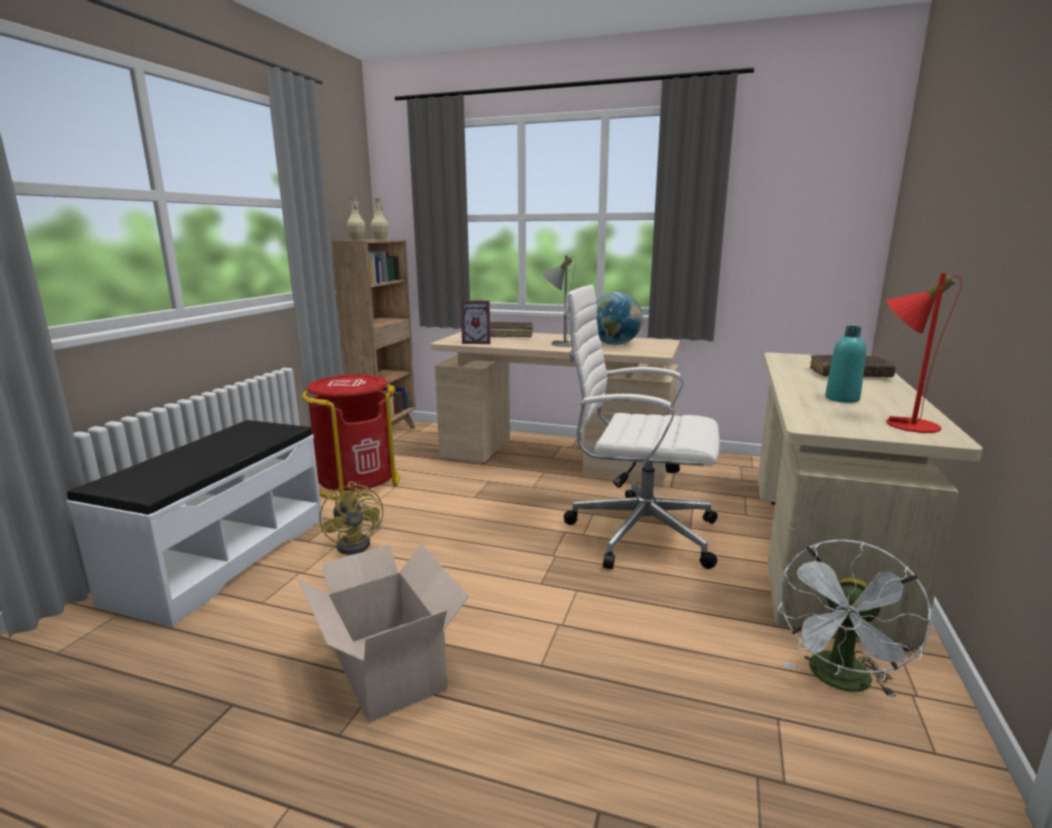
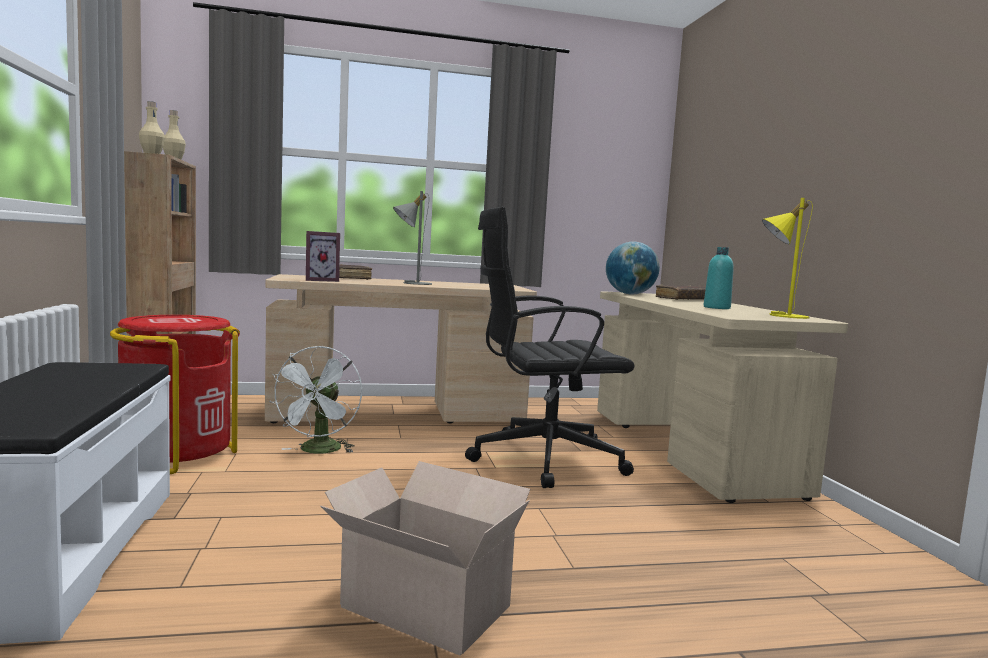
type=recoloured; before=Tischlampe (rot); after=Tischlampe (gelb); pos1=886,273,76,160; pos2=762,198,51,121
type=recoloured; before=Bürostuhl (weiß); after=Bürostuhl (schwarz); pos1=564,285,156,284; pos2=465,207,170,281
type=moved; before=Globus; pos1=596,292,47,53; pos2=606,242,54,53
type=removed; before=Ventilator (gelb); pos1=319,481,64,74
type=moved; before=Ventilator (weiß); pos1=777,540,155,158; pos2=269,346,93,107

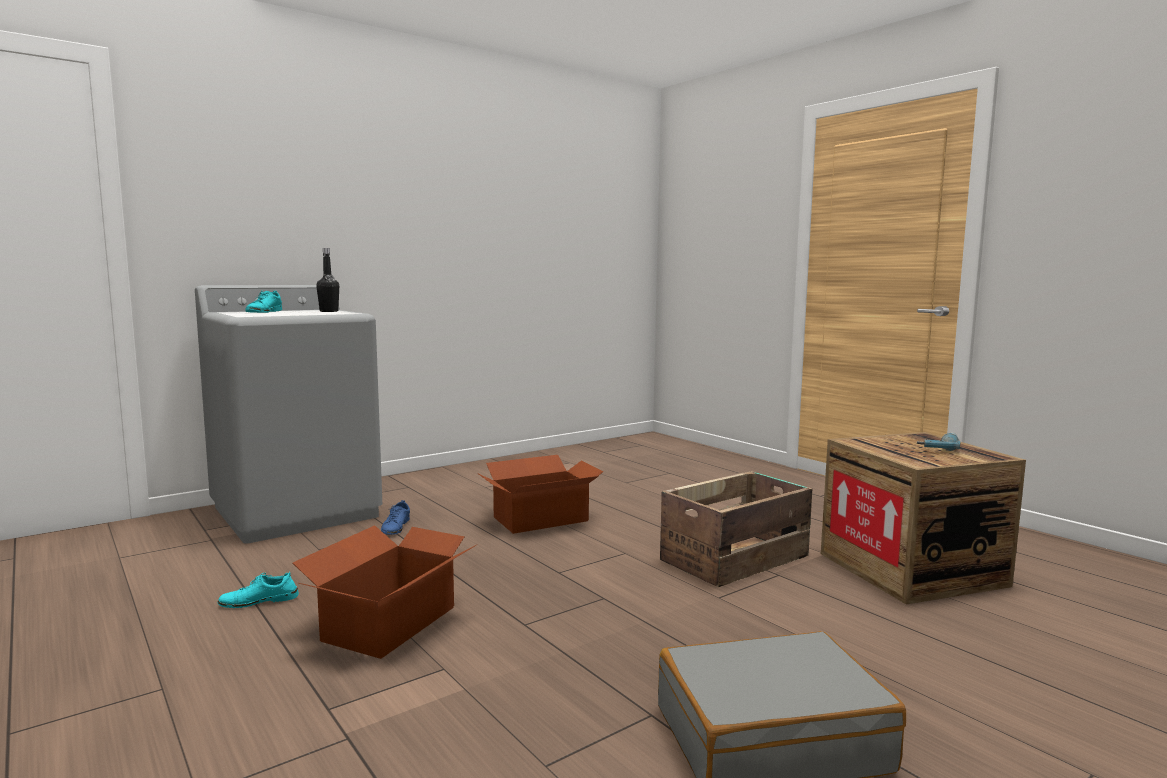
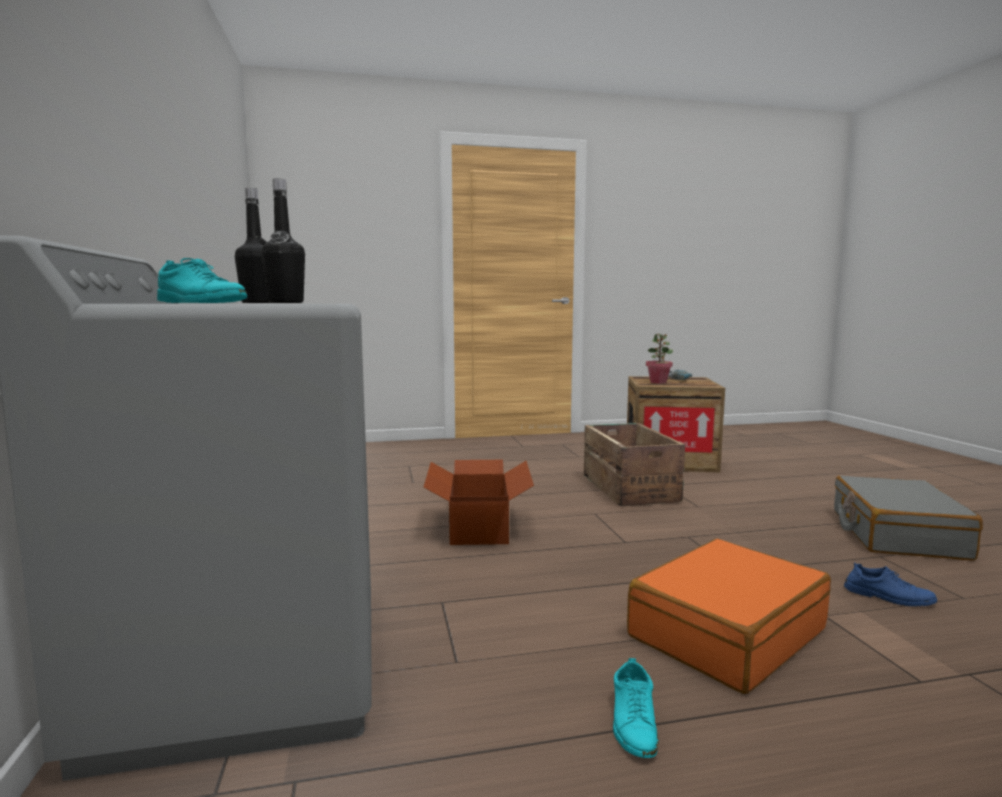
type=moved; before=Schuh (blau); pos1=381,500,29,35; pos2=844,562,93,44
type=replaced; before=Karton; after=Koffer (orange); pos1=293,525,183,134; pos2=627,539,204,155
type=added; after=Flasche (schwarz); pos2=261,179,44,124
type=added; after=Topfpflanze; pos2=646,333,27,51

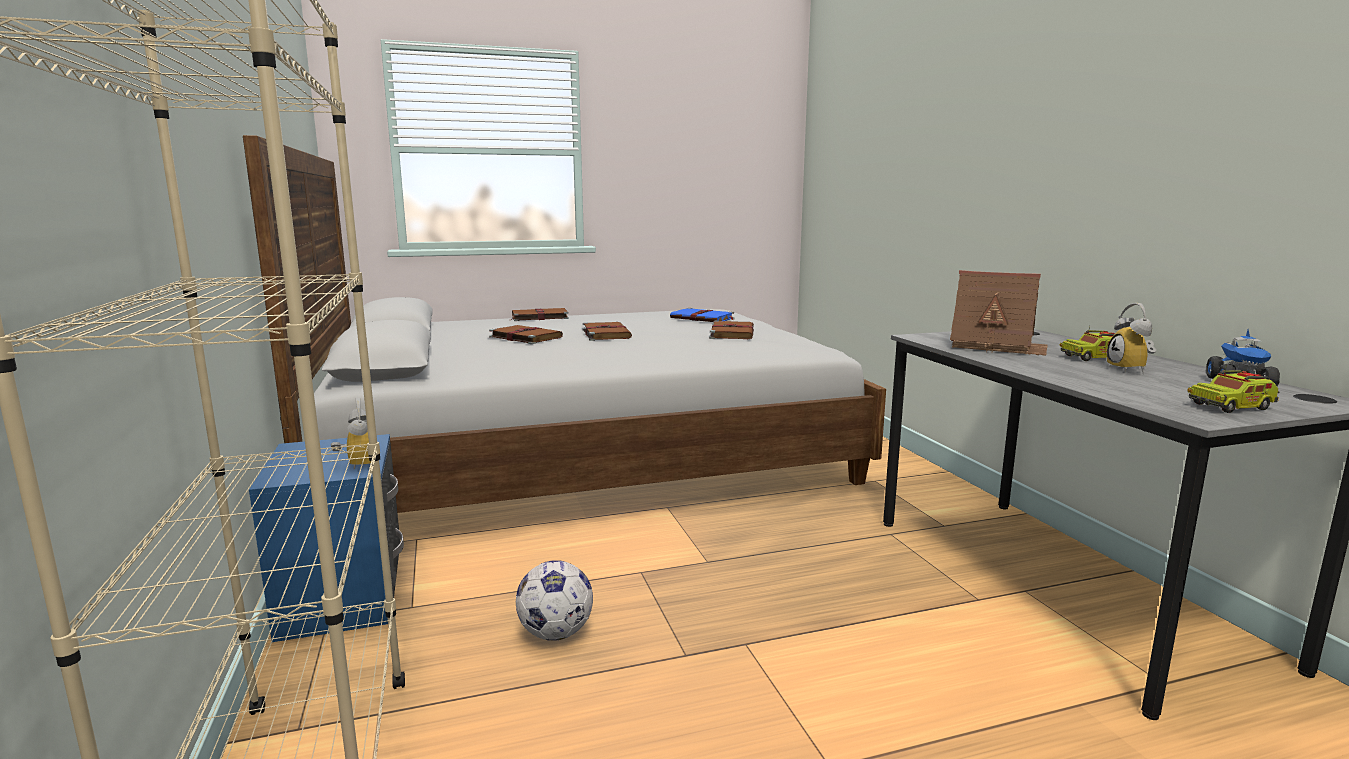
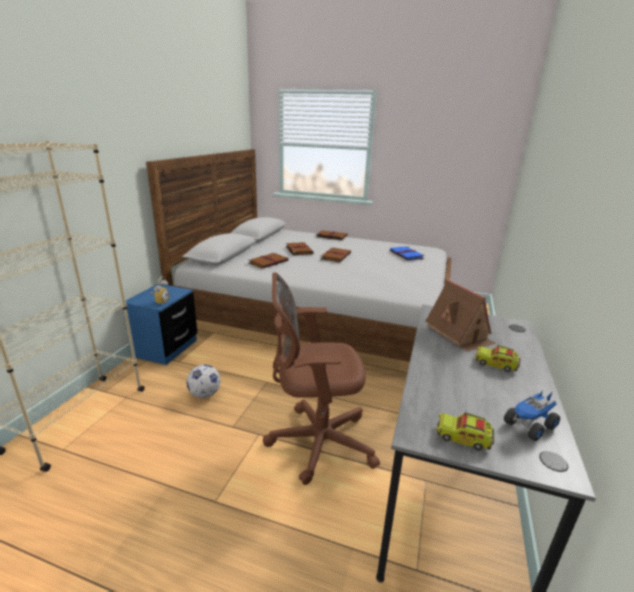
type=removed; before=Wecker; pos1=1107,303,49,71
type=moved; before=Buch (braun); pos1=709,321,45,18; pos2=248,253,41,16
type=added; after=Bürostuhl (braun); pos2=263,272,117,213

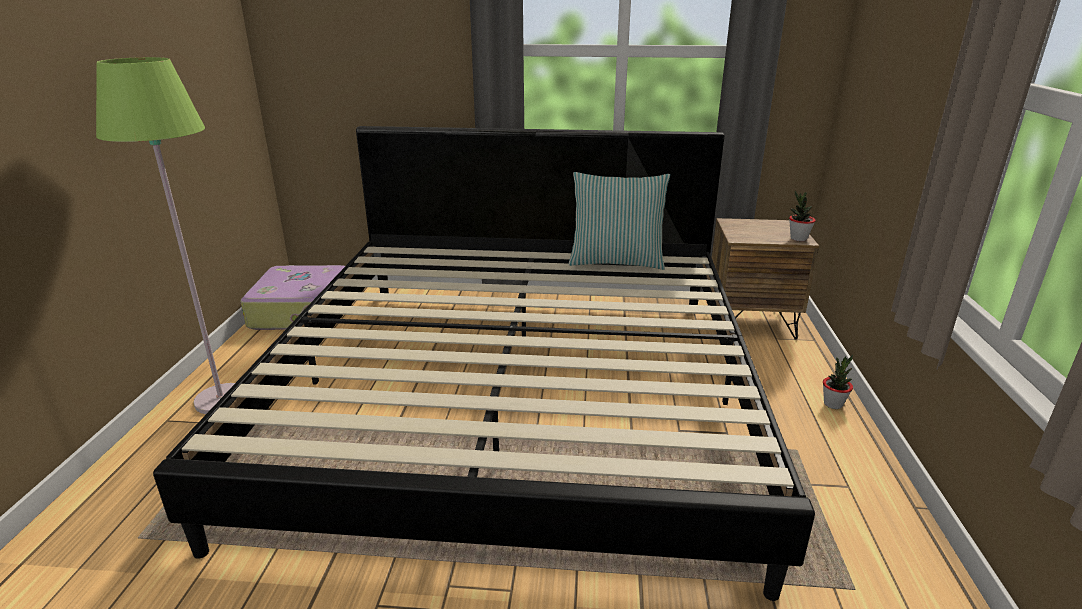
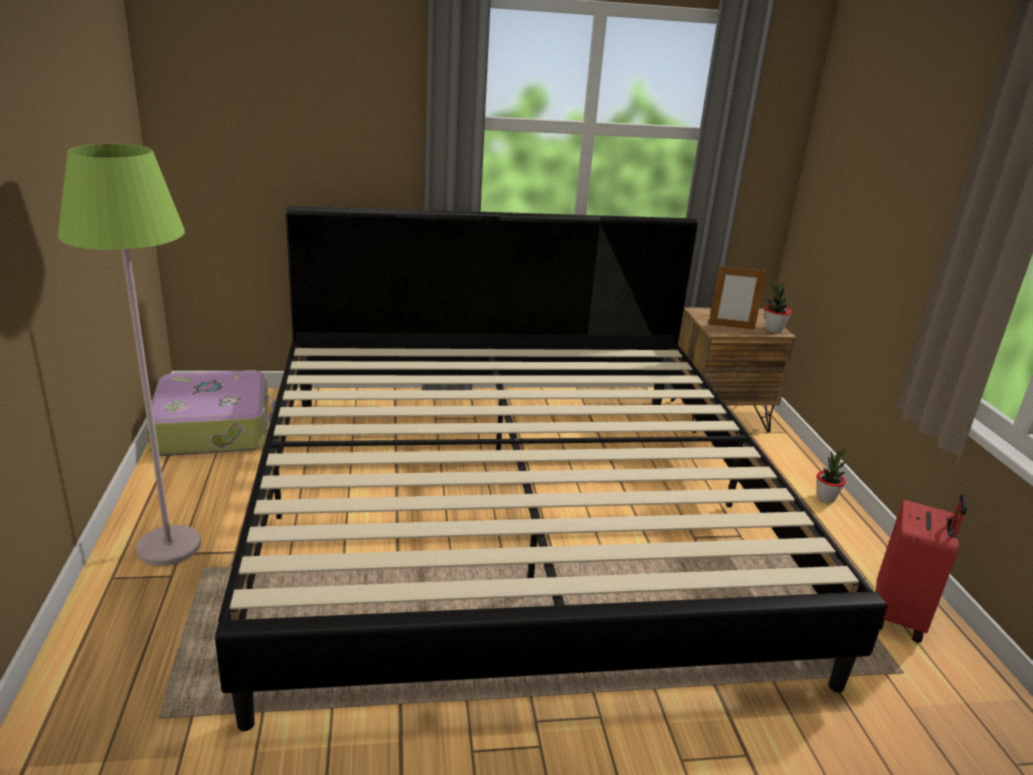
type=removed; before=Kissen; pos1=569,172,101,98
type=added; after=Bilderrahmen; pos2=709,265,58,65
type=added; after=Koffer (rot); pos2=876,494,91,149

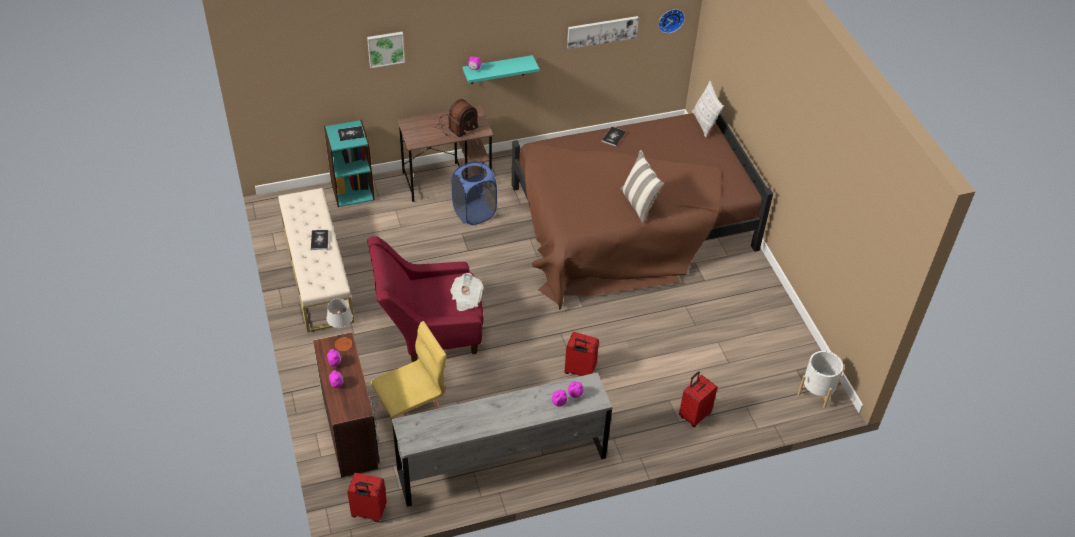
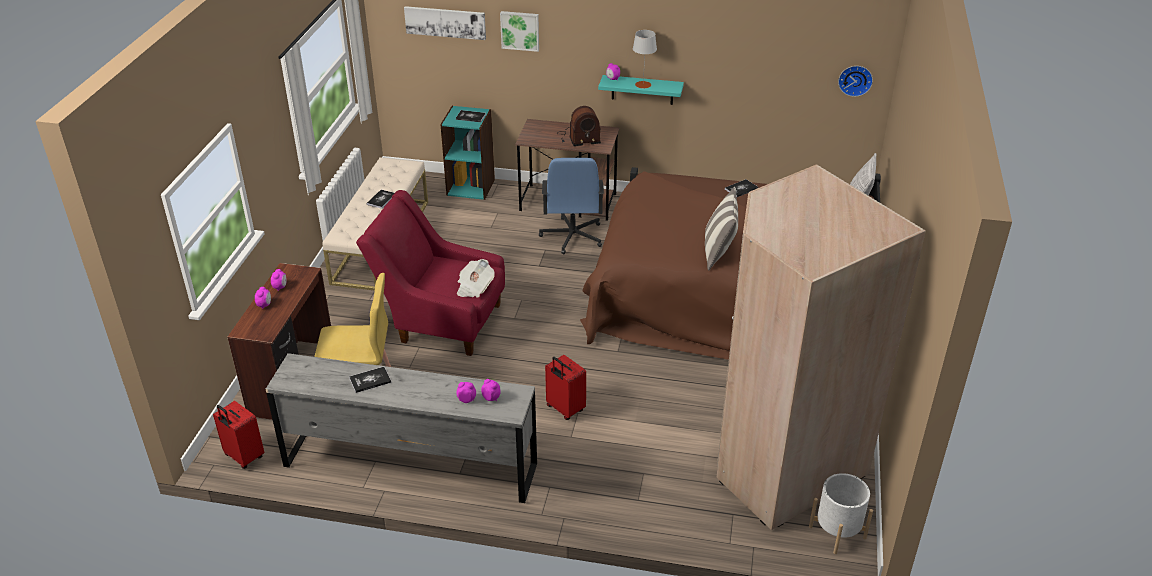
type=moved; before=Bild; pos1=567,16,72,33; pos2=404,6,82,34
type=replaced; before=Wäschekorb (blau); after=Bürostuhl (blau); pos1=452,161,45,64; pos2=539,158,65,96
type=moved; before=Tischlampe (grau); pos1=327,299,26,52; pos2=633,30,24,58
type=removed; before=Koffer (rot); pos1=679,371,38,56
type=added; after=Kleiderschrank (beige); pos2=716,164,210,366
type=added; after=Buch; pos2=349,367,42,26

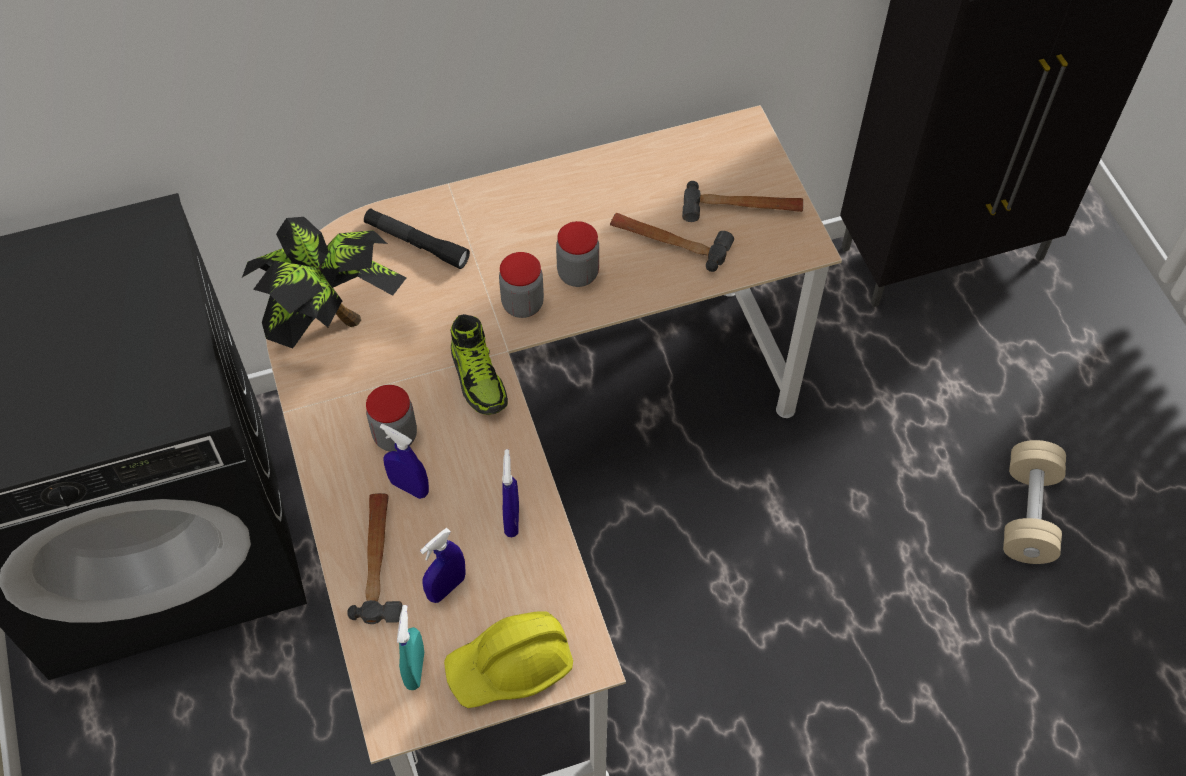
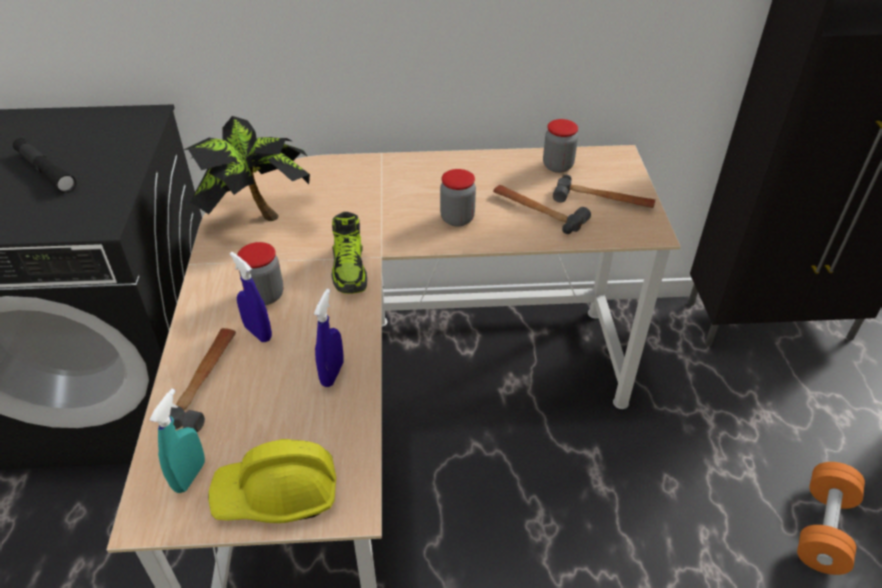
type=moved; before=Taschenlampe (schwarz); pos1=364,208,106,61; pos2=13,138,63,55
type=moved; before=Vorratsglas; pos1=499,252,45,66; pos2=543,119,35,54
type=recoloured; before=Hantel (beige); after=Hantel (orange); pos1=1003,440,63,124; pos2=797,462,68,113
type=removed; before=Sprühflasche (blau); pos1=420,528,46,75

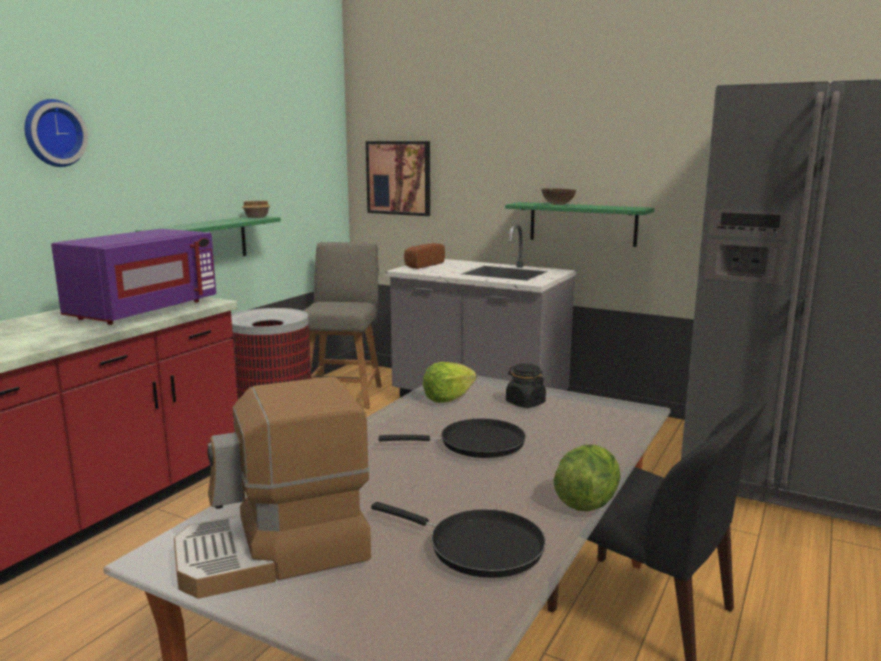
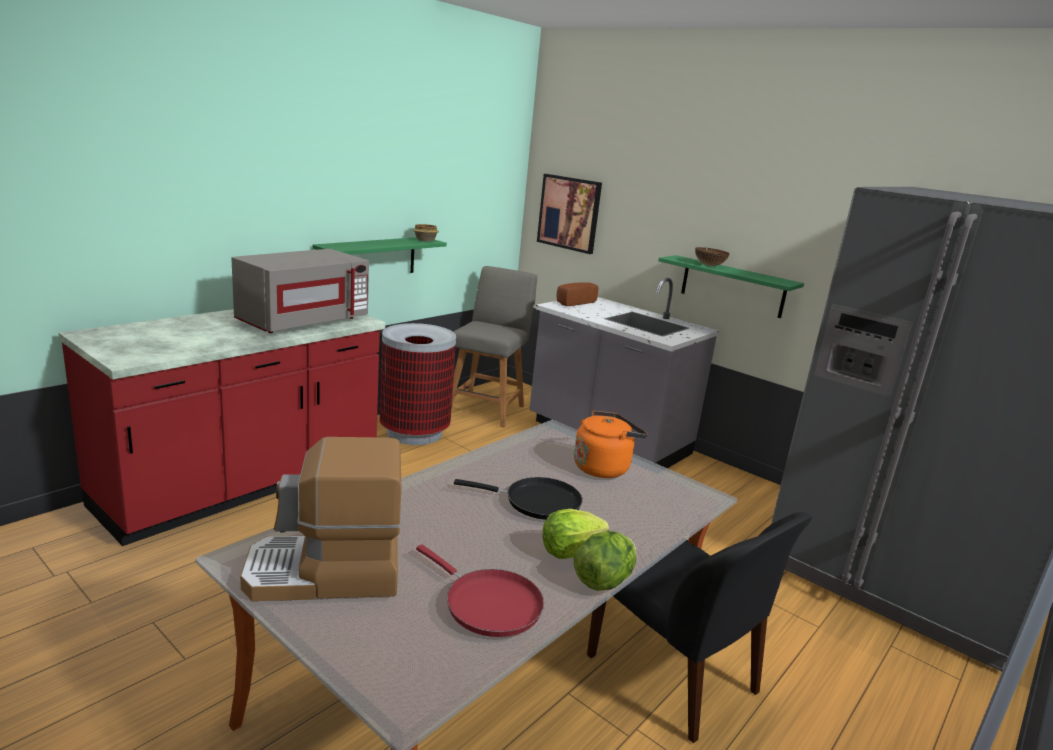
type=removed; before=Wanduhr; pos1=24,99,64,68
type=recoloured; before=Mikrowelle (lila); after=Mikrowelle (grau); pos1=51,229,165,96; pos2=231,249,138,84
type=moved; before=Salatkopf; pos1=423,362,54,41; pos2=542,509,67,50
type=replaced; before=Vorratsglas (schwarz); after=Wasserkessel (orange); pos1=506,363,40,45; pos2=574,411,74,67
type=recoloured; before=Pfanne (schwarz); after=Pfanne (rot); pos1=371,502,175,76; pos2=416,544,128,93

